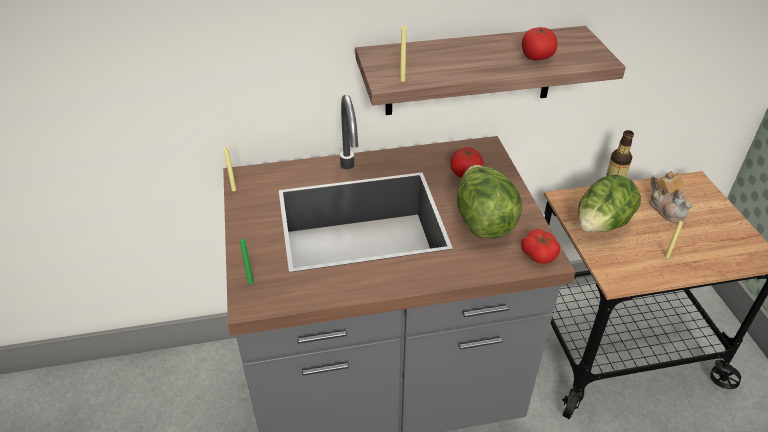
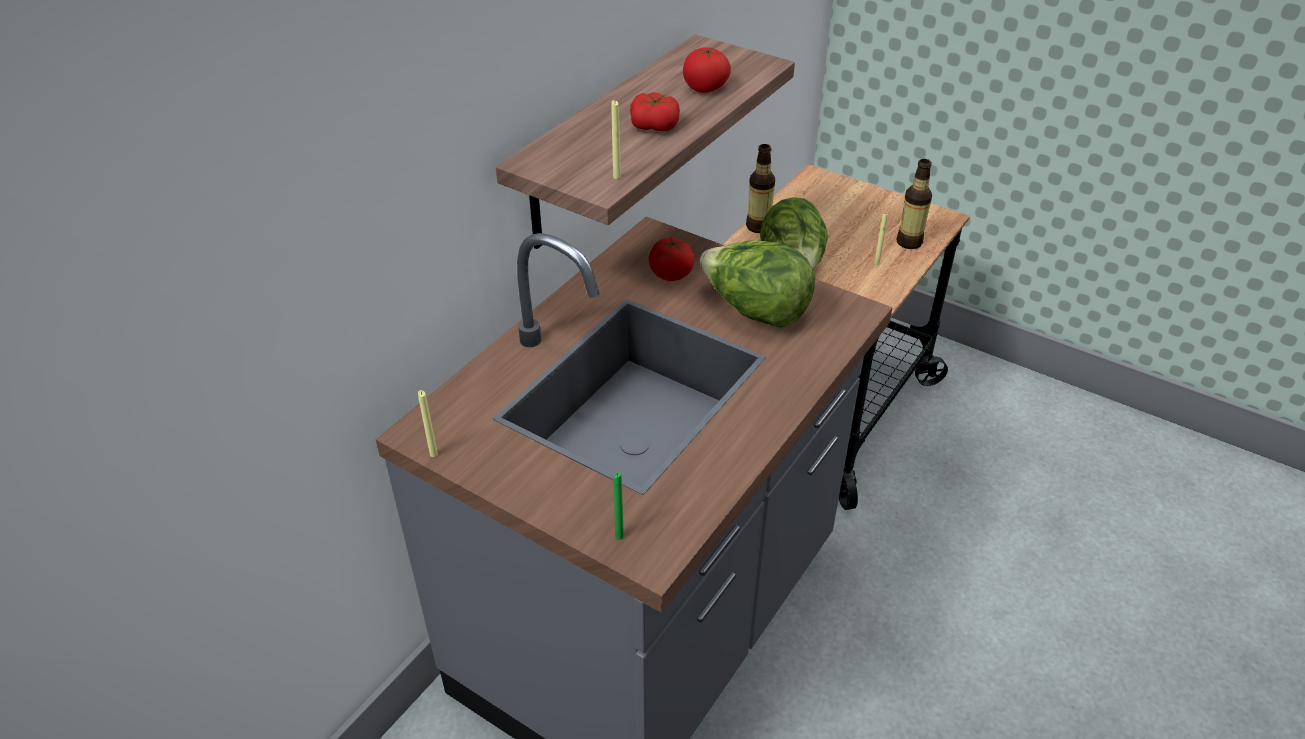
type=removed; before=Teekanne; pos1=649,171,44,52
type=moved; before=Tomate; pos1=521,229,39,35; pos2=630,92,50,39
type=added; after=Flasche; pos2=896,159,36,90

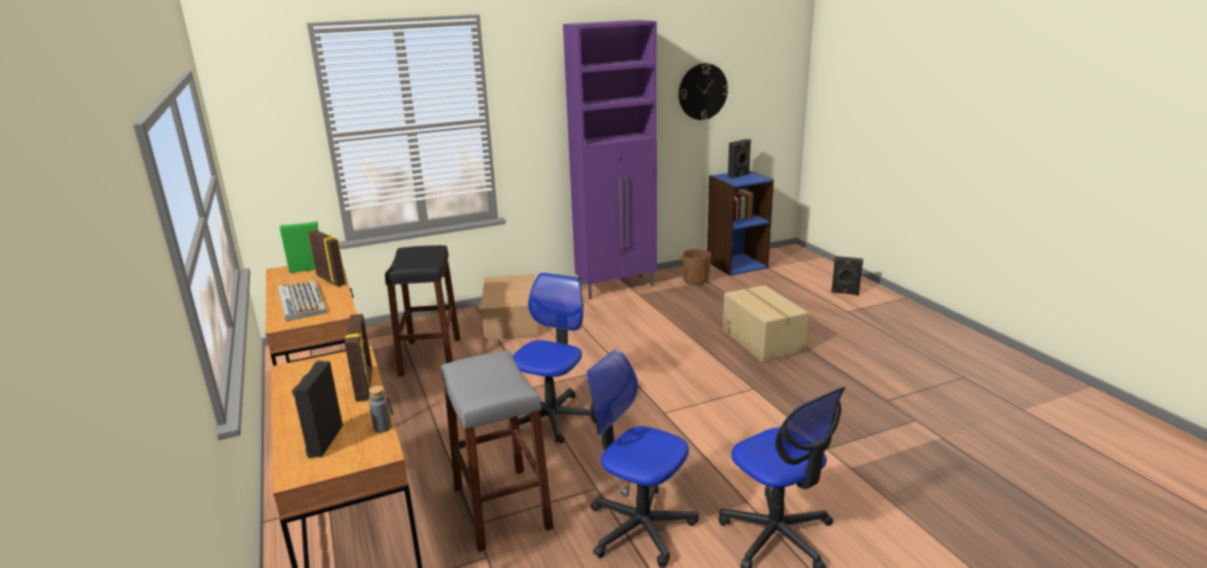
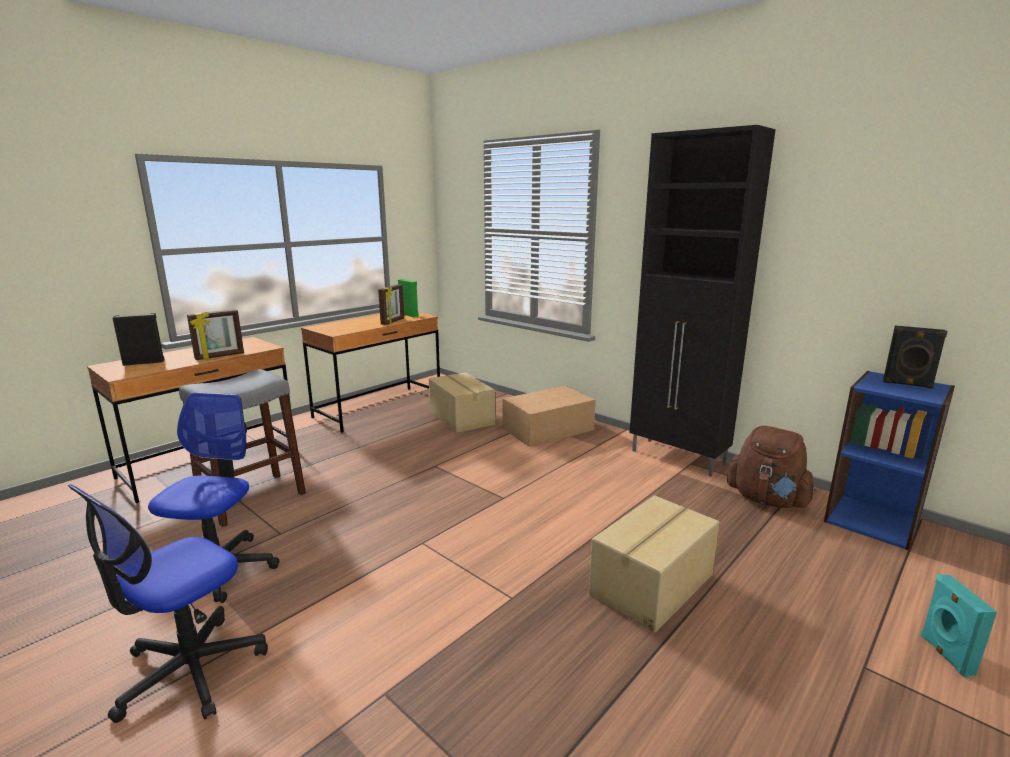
type=recoloured; before=Schrank (lila); after=Schrank (schwarz); pos1=563,20,94,279; pos2=630,125,146,352
type=removed; before=Wanduhr; pos1=679,63,49,57
type=replaced; before=Hocker (schwarz); after=Karton; pos1=385,245,75,131; pos2=429,372,66,61
type=replaced; before=Pflanzkübel (braun); after=Rucksack (braun); pos1=682,249,29,37; pos2=727,426,89,82
type=recoloured; before=Lautsprecher (schwarz); after=Lautsprecher (türkis); pos1=831,256,32,40; pos2=920,574,77,103
type=removed; before=Bürostuhl; pos1=509,273,87,171
type=removed; before=Tastatur; pos1=278,281,49,40
type=removed; before=Flasche (grau); pos1=369,386,23,47

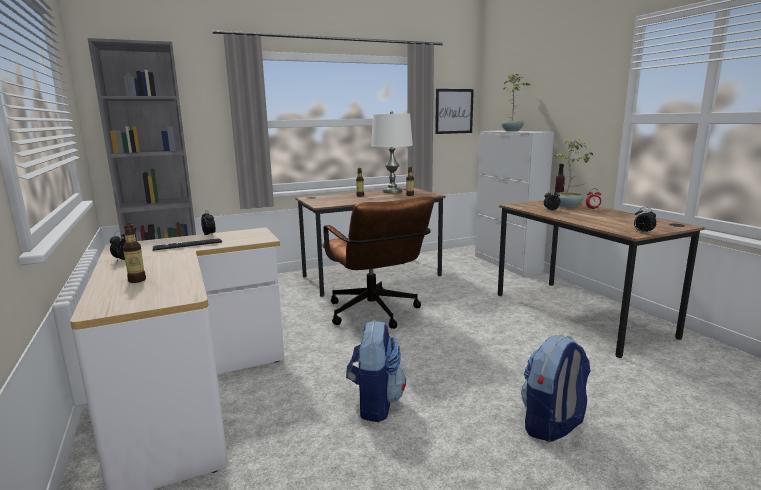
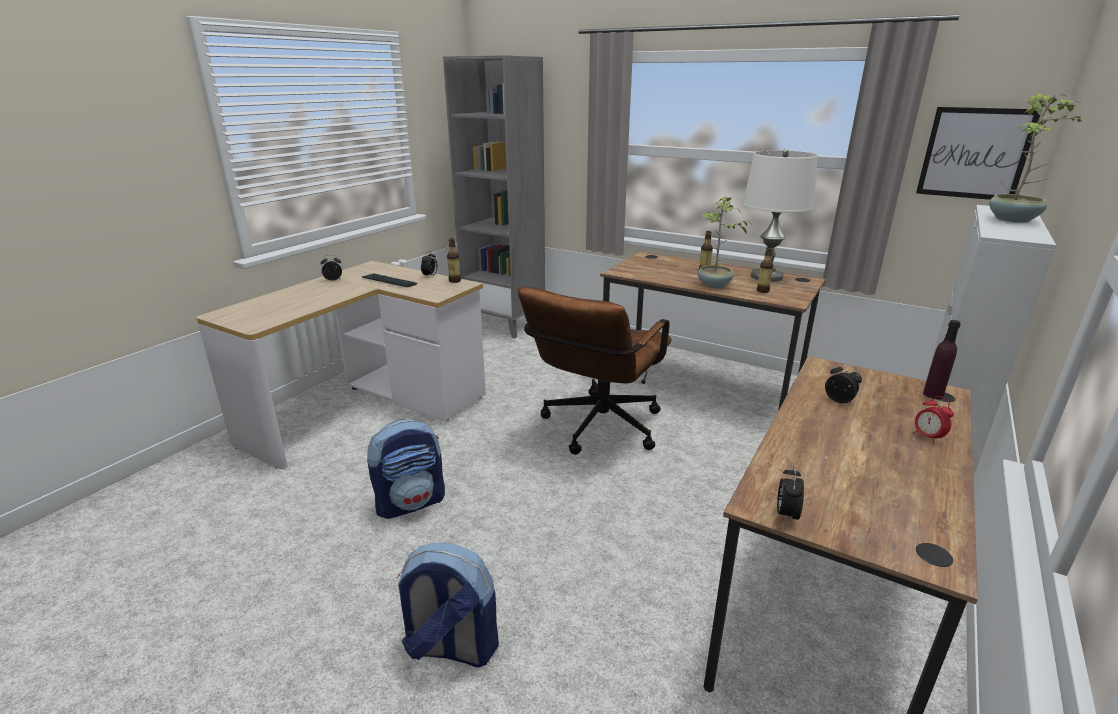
type=moved; before=Topfpflanze; pos1=555,139,38,69; pos2=698,196,54,92
type=moved; before=Flasche; pos1=123,223,23,60; pos2=447,238,14,45

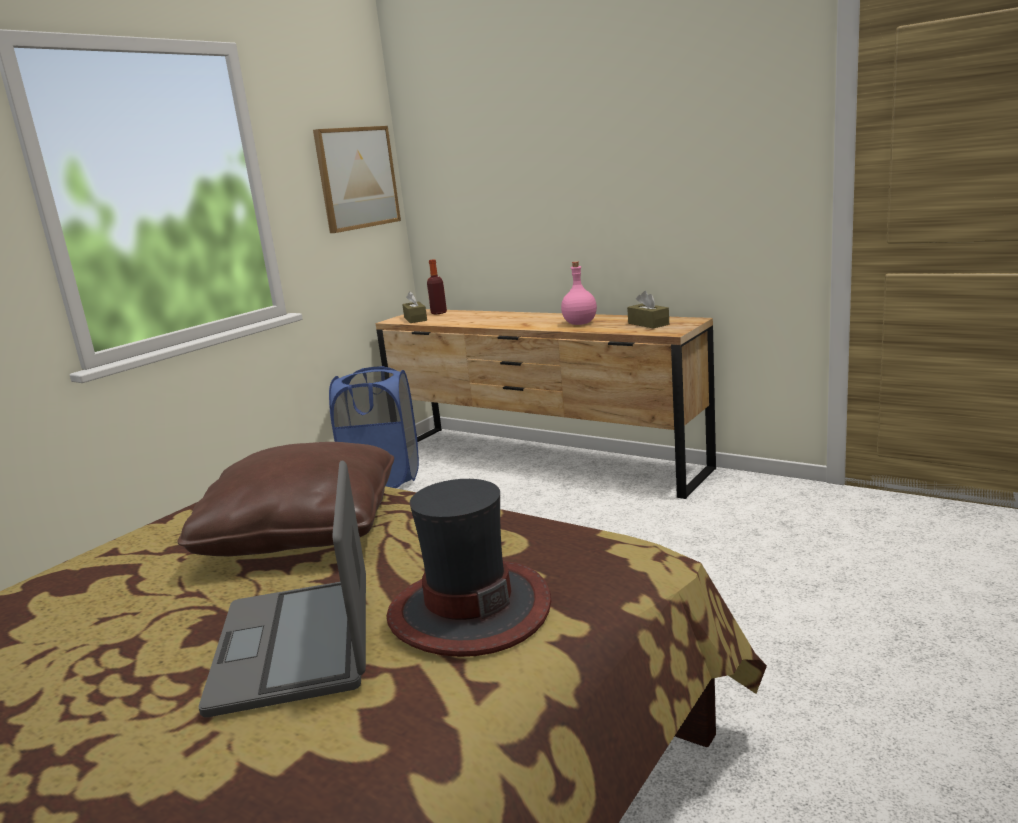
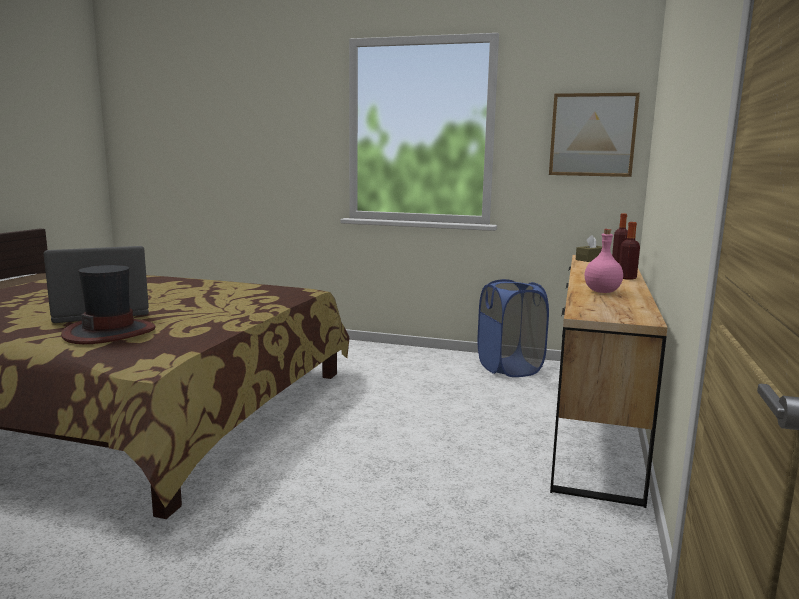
type=removed; before=Taschentuchbox (braun); pos1=627,291,42,38
type=removed; before=Kissen (braun); pos1=177,442,217,114
type=added; after=Flasche; pos2=619,222,21,58

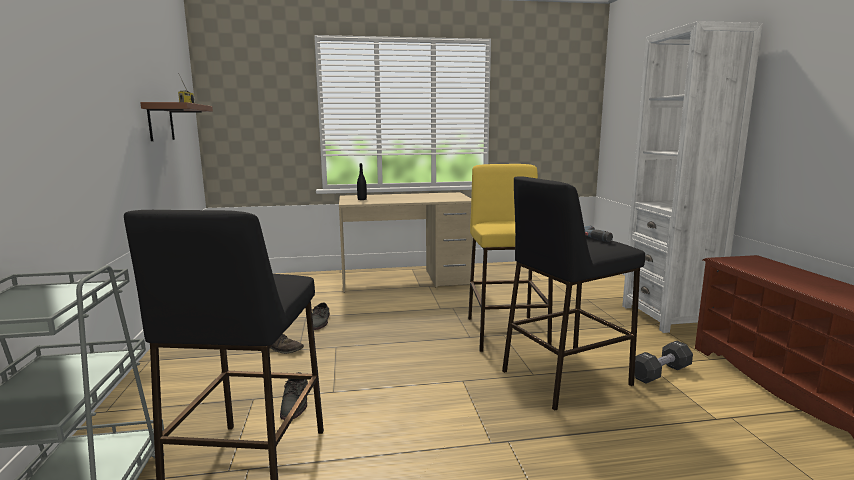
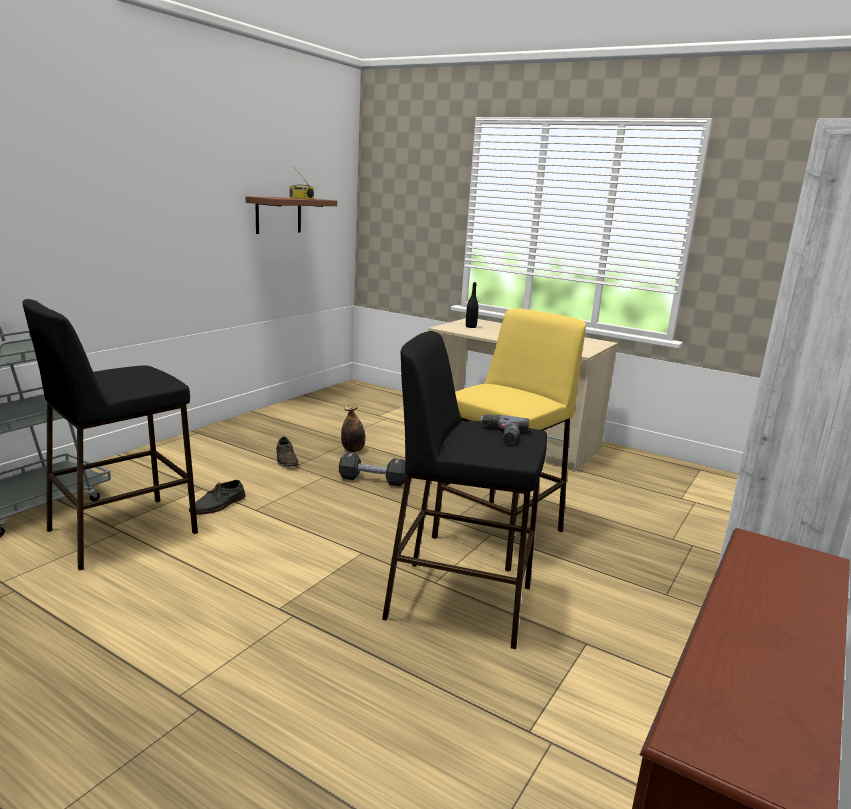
type=replaced; before=Schuh (grau); after=Flasche; pos1=312,302,18,28; pos2=341,404,24,48
type=moved; before=Hantel (schwarz); pos1=635,341,58,43; pos2=339,452,67,34

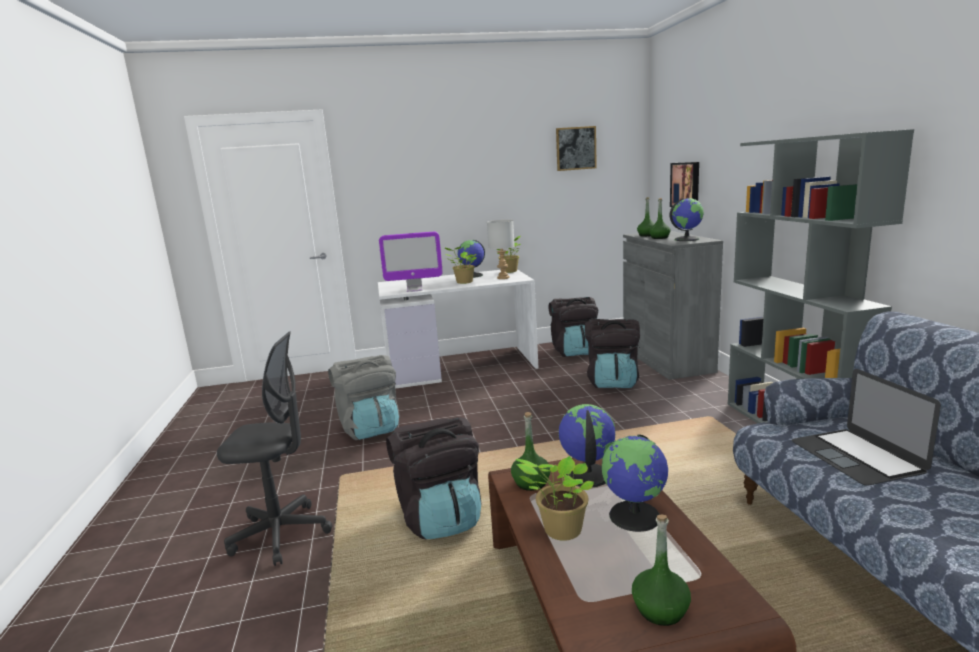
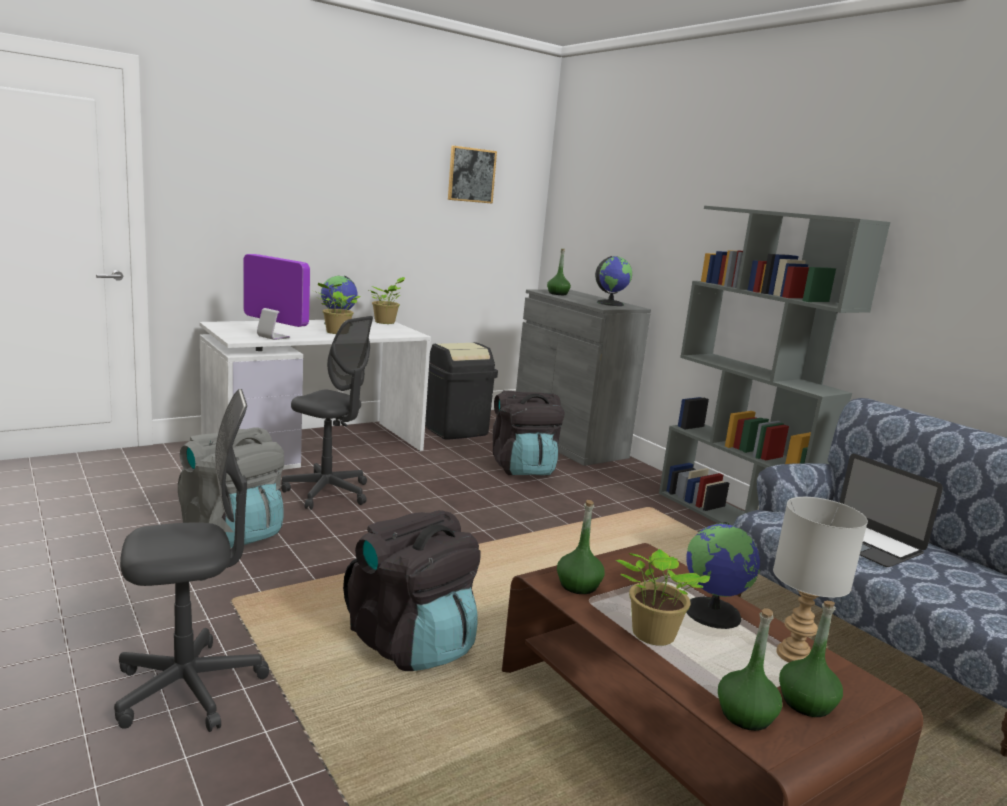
type=removed; before=Bild; pos1=670,162,29,45
type=moved; before=Flasche (grün); pos1=649,198,22,41; pos2=718,608,64,123
type=moved; before=Tischlampe (grau); pos1=487,220,28,59; pos2=773,497,95,166
type=turned; before=Monitor; pos1=379,232,64,60; pos2=243,254,67,86; turn=-120
type=replaced; before=Rucksack (schwarz); after=Mülleimer (schwarz); pos1=549,297,49,60; pos2=425,342,73,98
type=removed; before=Globus; pos1=558,404,57,83
type=added; after=Bürostuhl (grau); pos2=281,316,92,194

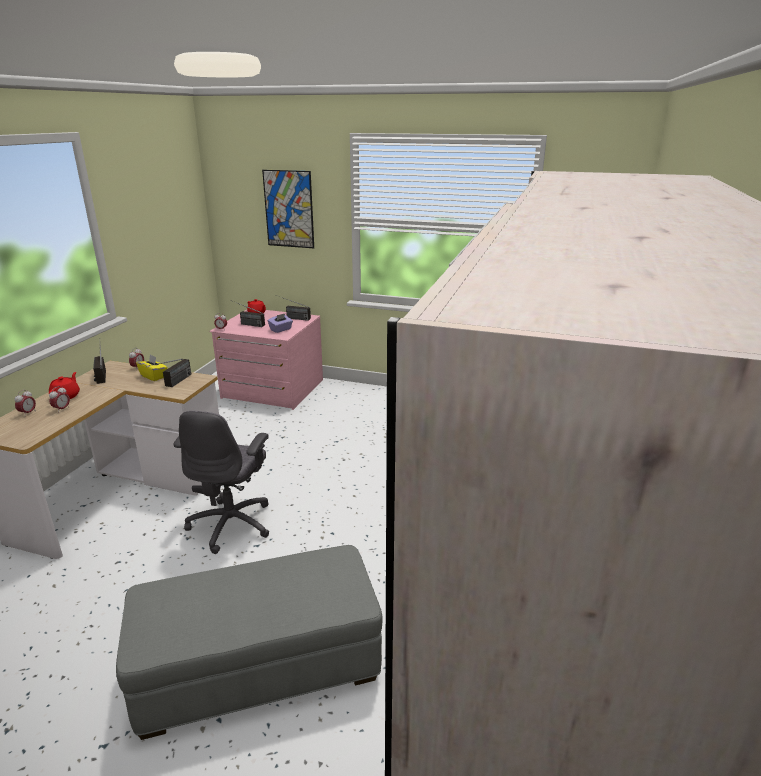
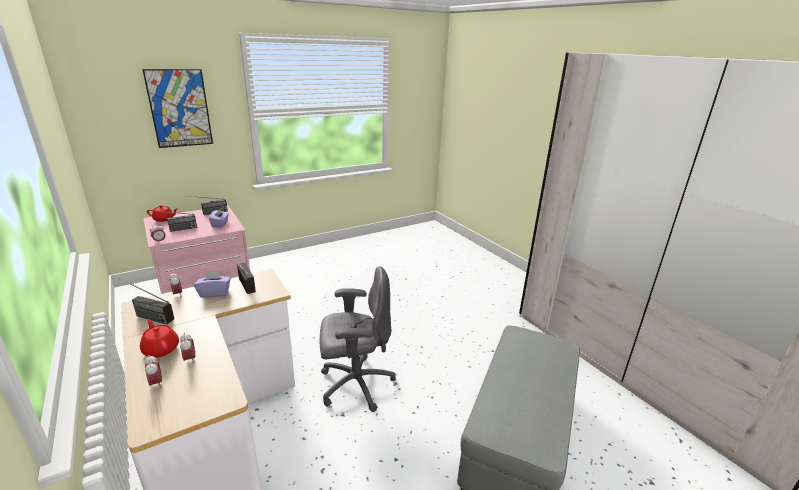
type=recoloured; before=Taschentuchbox (gelb); after=Taschentuchbox (lila); pos1=136,354,32,27; pos2=194,270,37,28
type=turned; before=Bürostuhl (grau); pos1=174,411,95,143; pos2=320,266,76,146; turn=-60

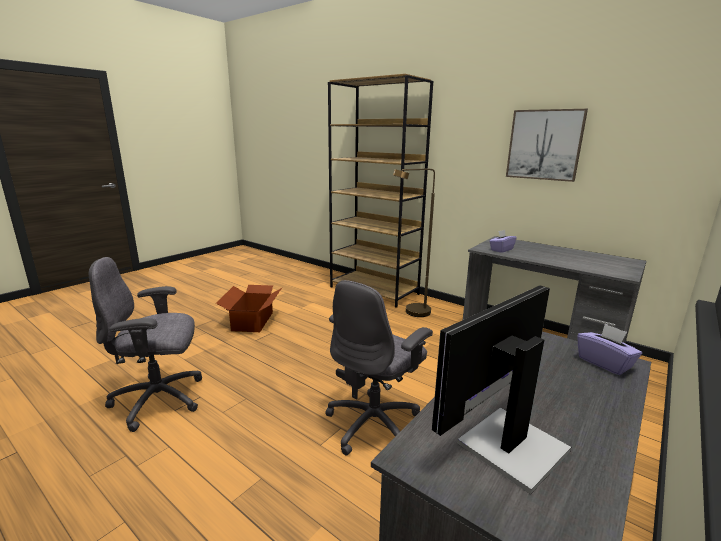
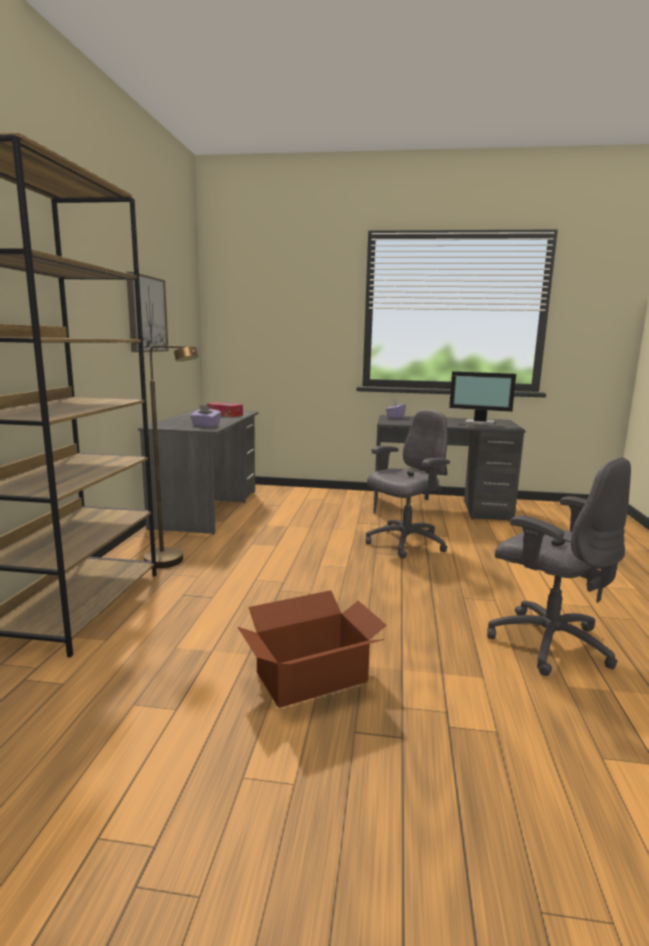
type=turned; before=Bürostuhl (grau); pos1=325,280,108,175; pos2=366,410,84,149; turn=-45
type=added; after=Taschentuchbox; pos2=206,402,37,15

